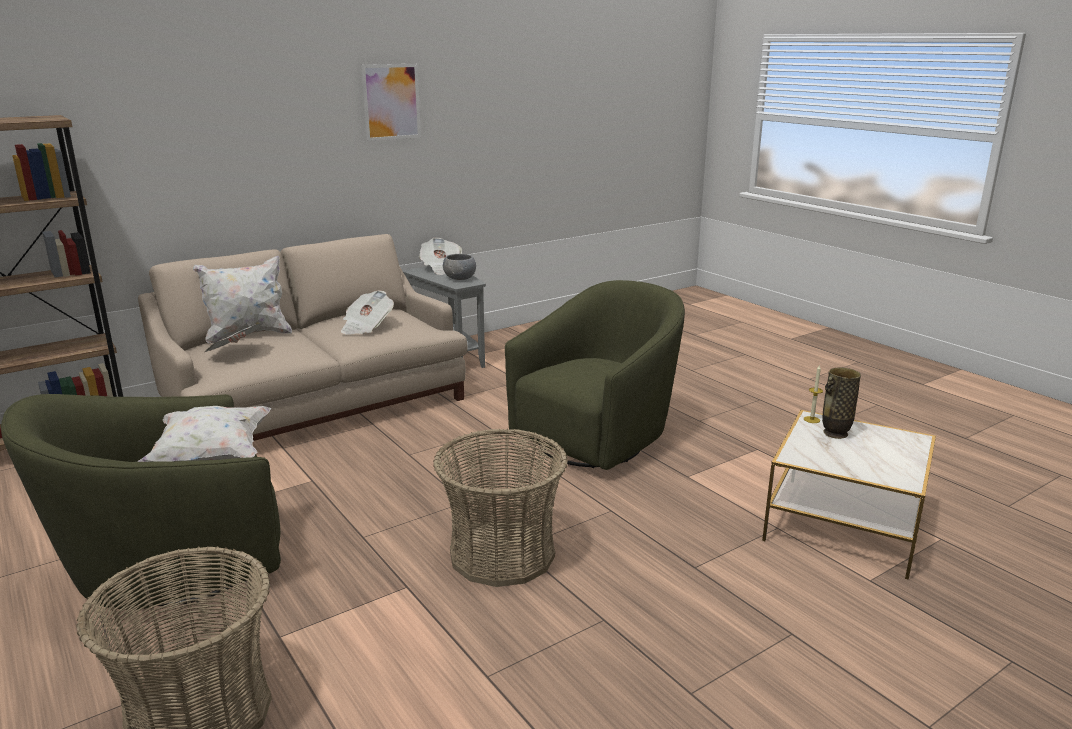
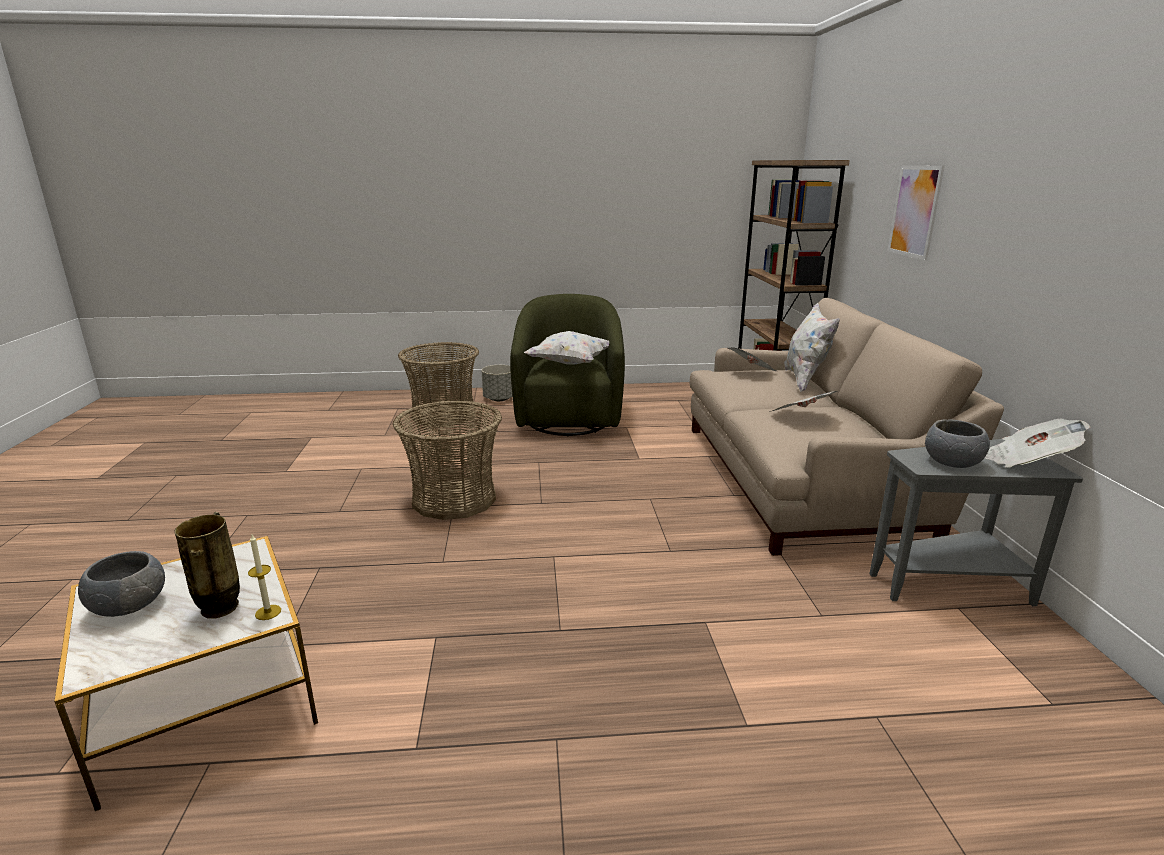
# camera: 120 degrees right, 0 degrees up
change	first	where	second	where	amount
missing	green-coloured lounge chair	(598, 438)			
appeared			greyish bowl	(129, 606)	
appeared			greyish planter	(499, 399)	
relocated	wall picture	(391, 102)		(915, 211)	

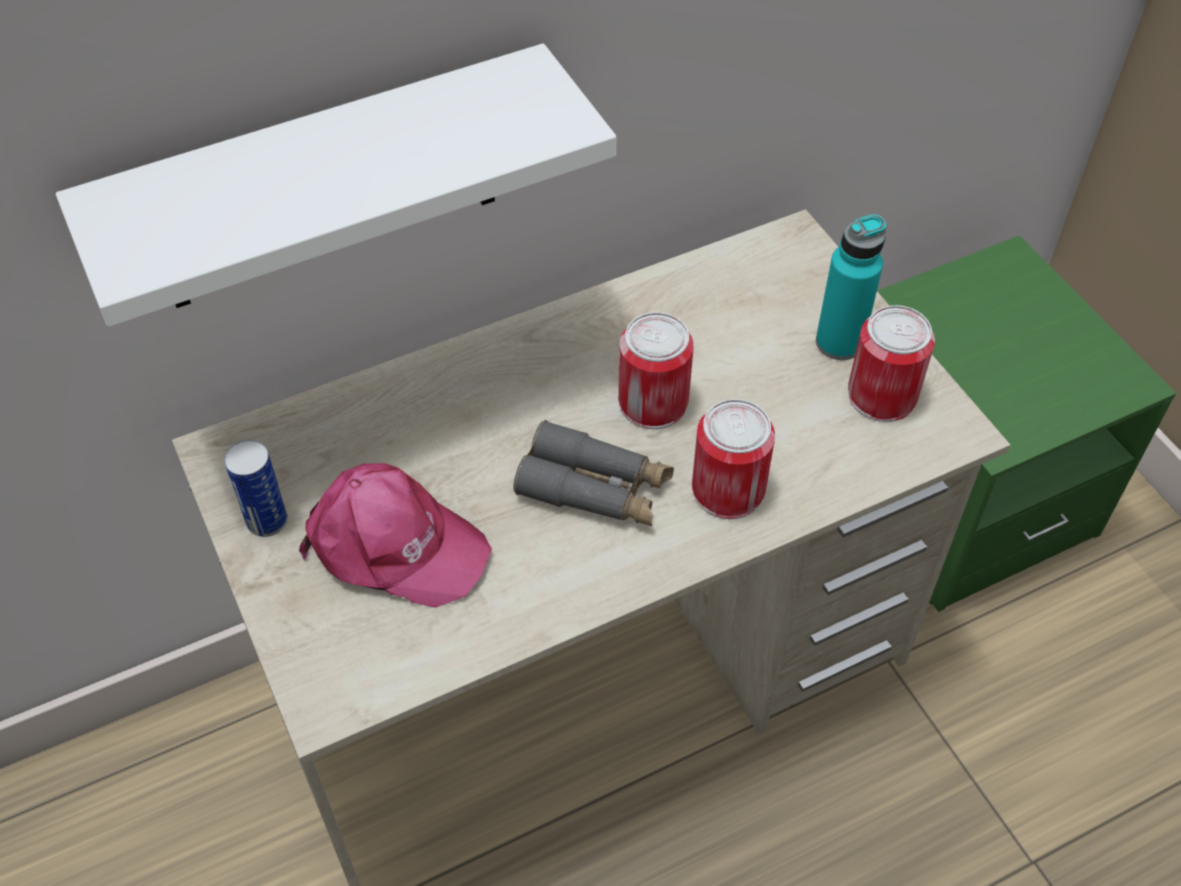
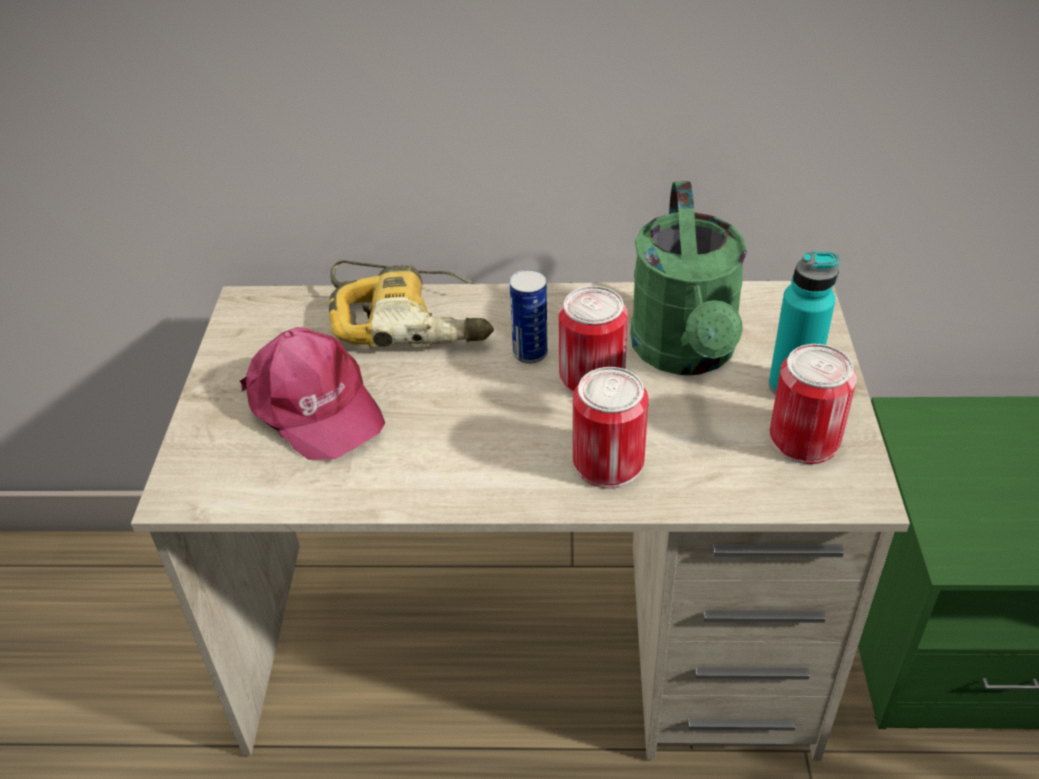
# camera: 30 degrees right, 10 degrees down
change	first	where	second	where	amount
missing	white-coloured wall shelf	(326, 184)			
missing	greyish binoculars	(595, 488)			
appeared			power drill	(410, 319)	
appeared			green-coloured sprinkling can	(686, 354)	
relocated	sealed can	(267, 521)		(530, 353)	

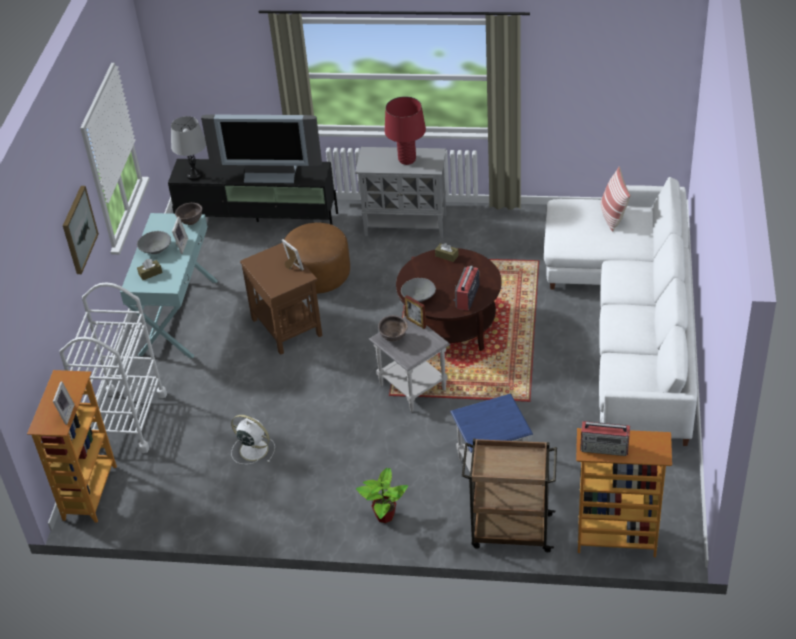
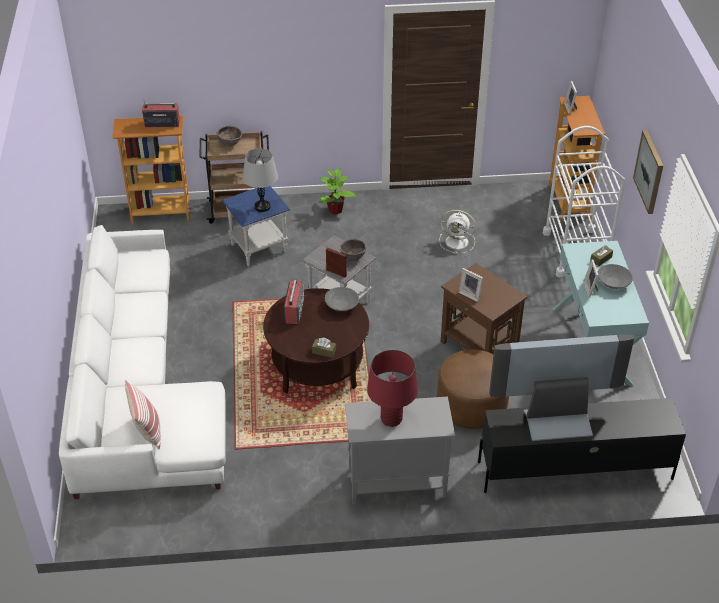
# camera: 165 degrees right, 0 degrees up
change	first	where	second	where	amount
relocated	greyish lamp for a table	(195, 175)		(262, 207)	
relocated	brown bowl	(191, 222)		(230, 144)	

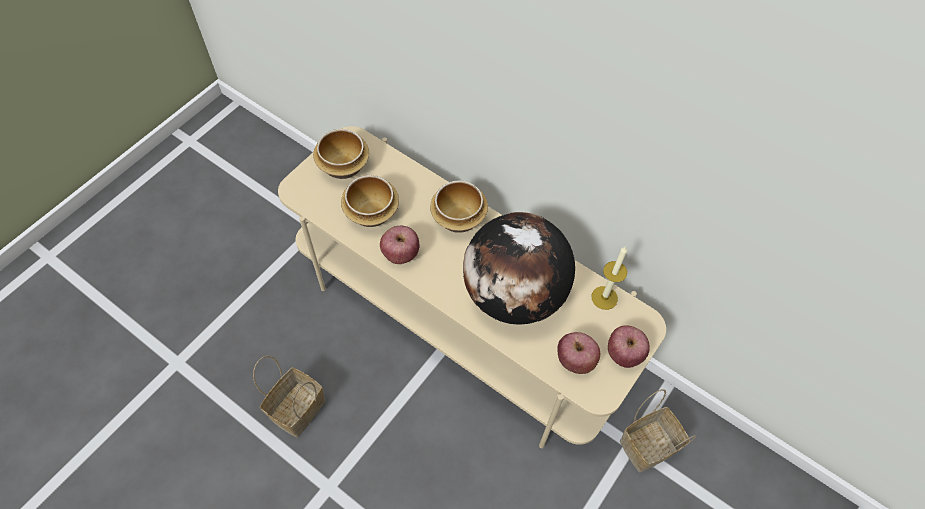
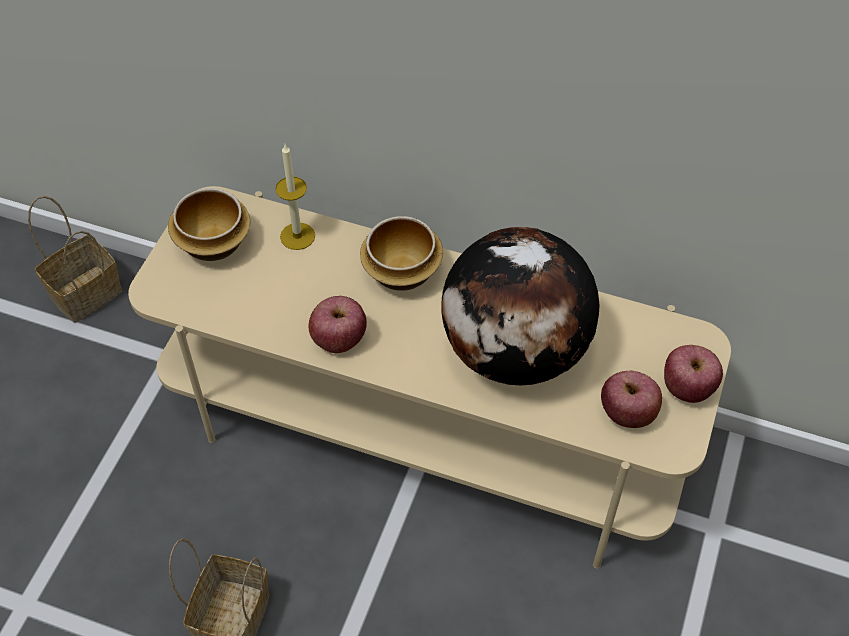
# camera: 15 degrees left, 5 degrees down
change	first	where	second	where	amount
missing	bowl	(372, 212)			
relocated	wax light	(604, 297)		(297, 236)	
relocated	basket	(649, 444)		(87, 292)	

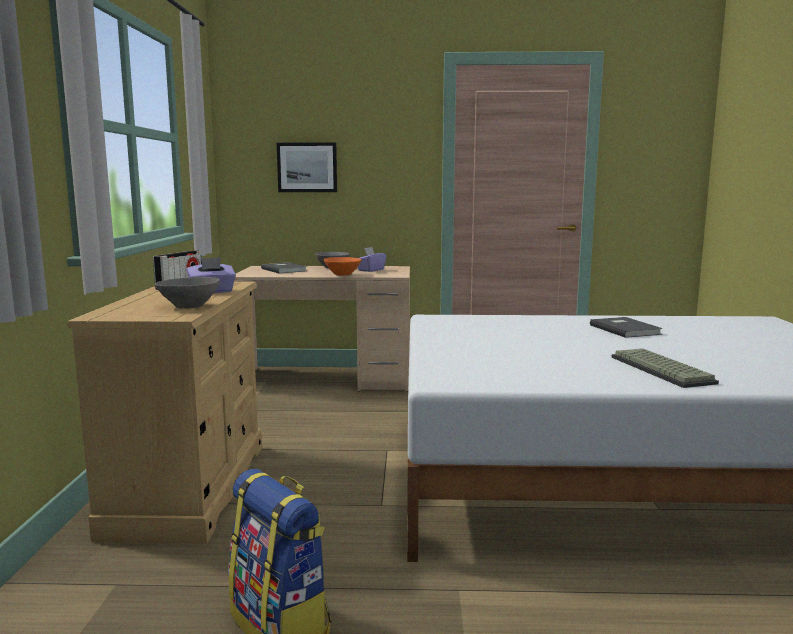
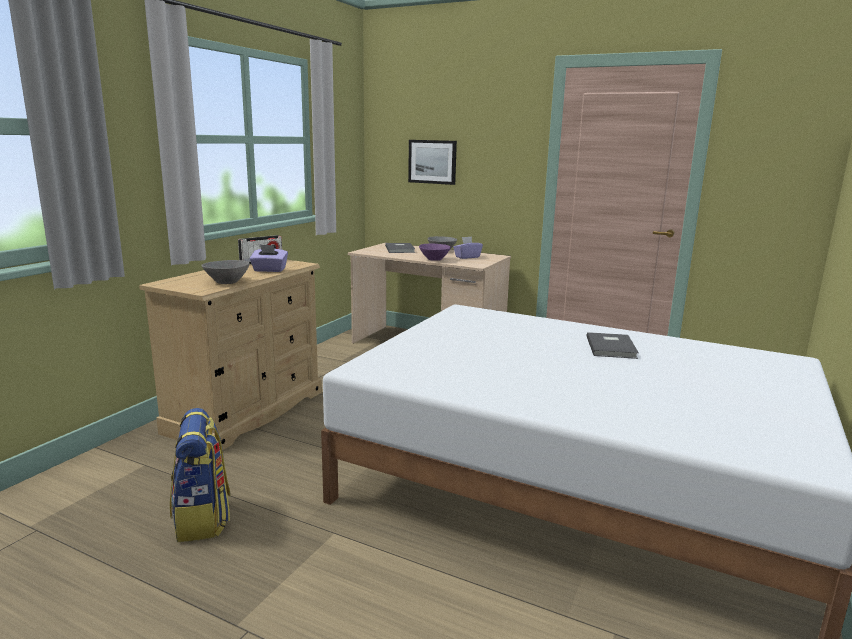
# camera: 25 degrees right, 5 degrees up
change	first	where	second	where	amount
missing	computer keyboard	(663, 370)			
colour	orange bowl	(343, 275)	purple bowl	(434, 259)	

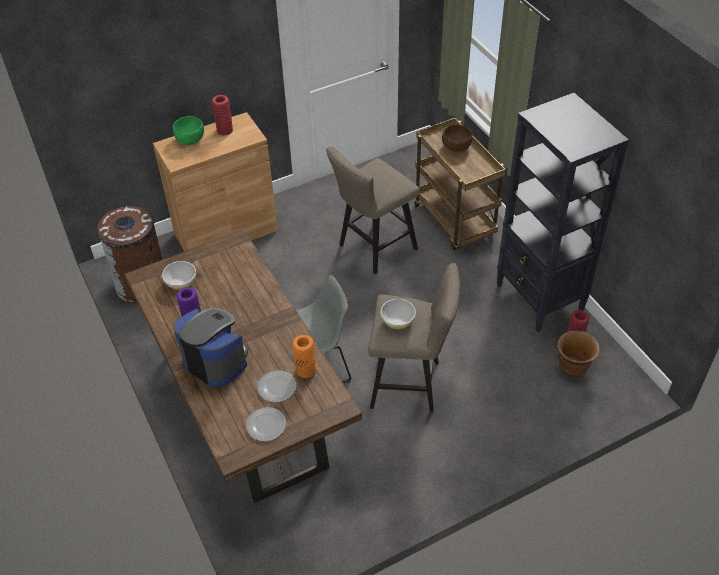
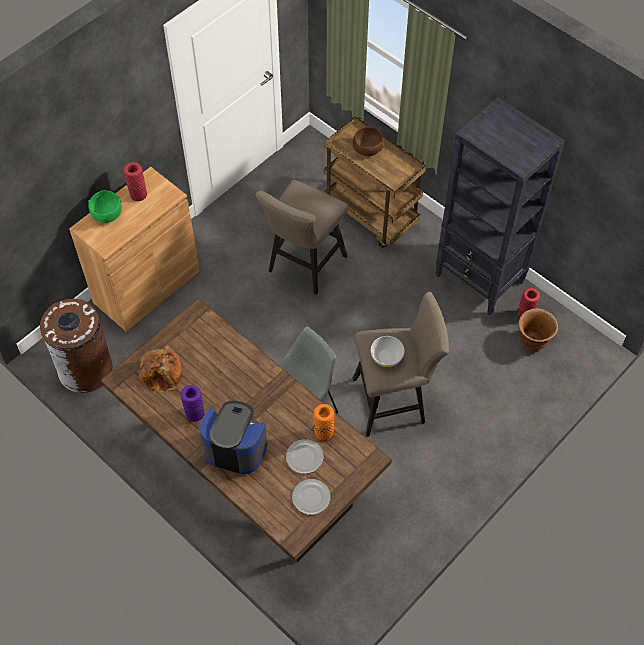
# camera: 20 degrees left, 10 degrees up
change	first	where	second	where	amount
exchanged	white-coloured bowl	(181, 282)	bakery bread	(162, 374)	

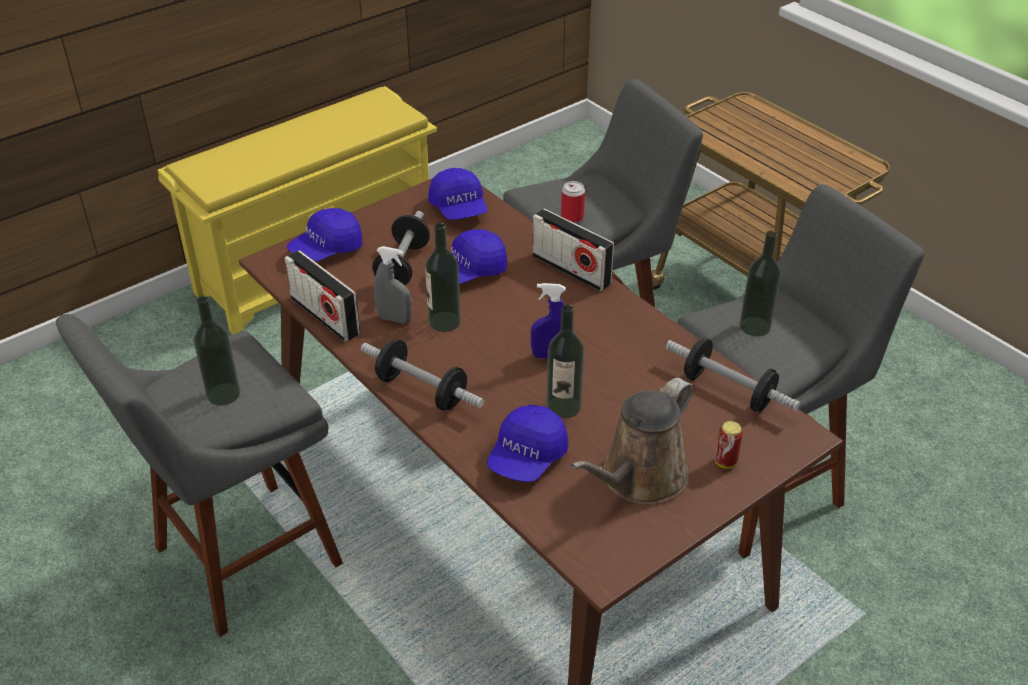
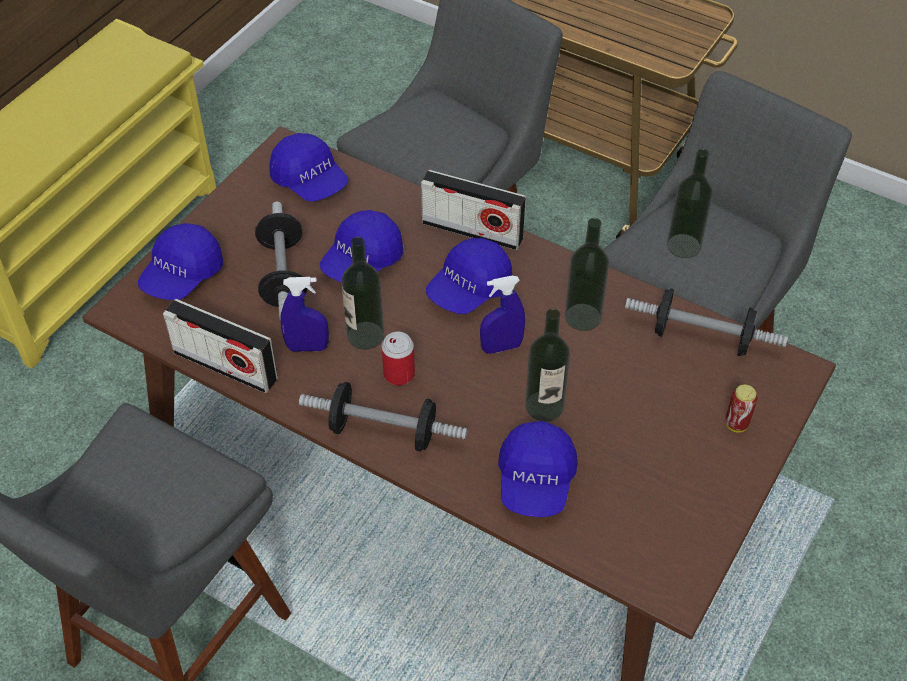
# camera: 20 degrees left, 10 degrees up
change	first	where	second	where	amount
missing	brown sprinkling can	(639, 479)			
appeared			blue peaked cap	(469, 289)	
relocated	beverage bottle	(223, 394)		(583, 317)	
relocated	sealed can	(572, 217)		(399, 374)	
colour	greyish spray bottle	(394, 319)	blue spray bottle	(307, 347)	

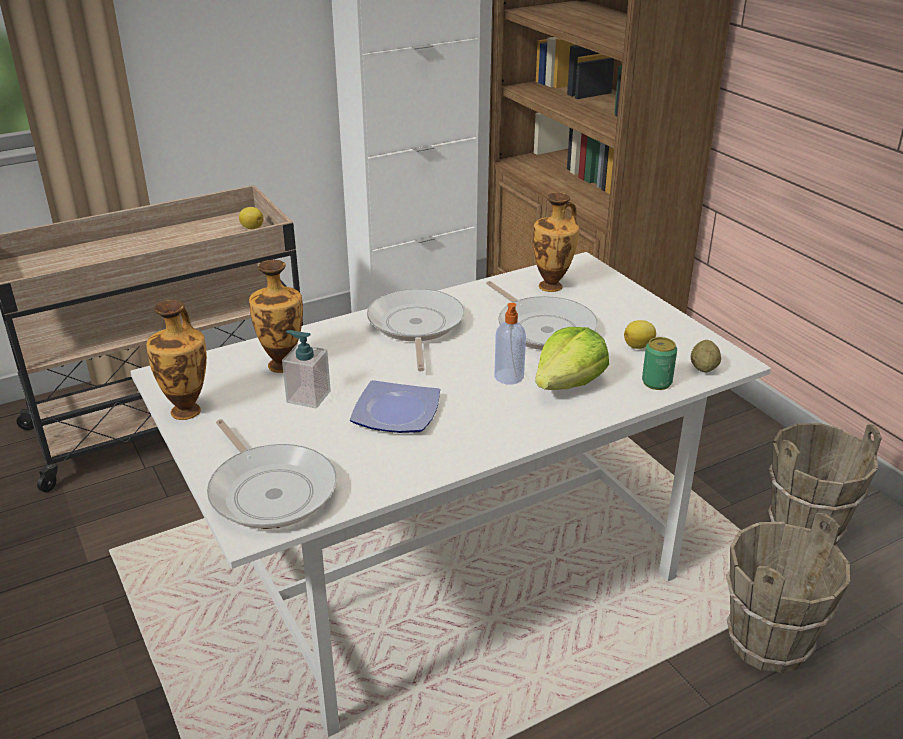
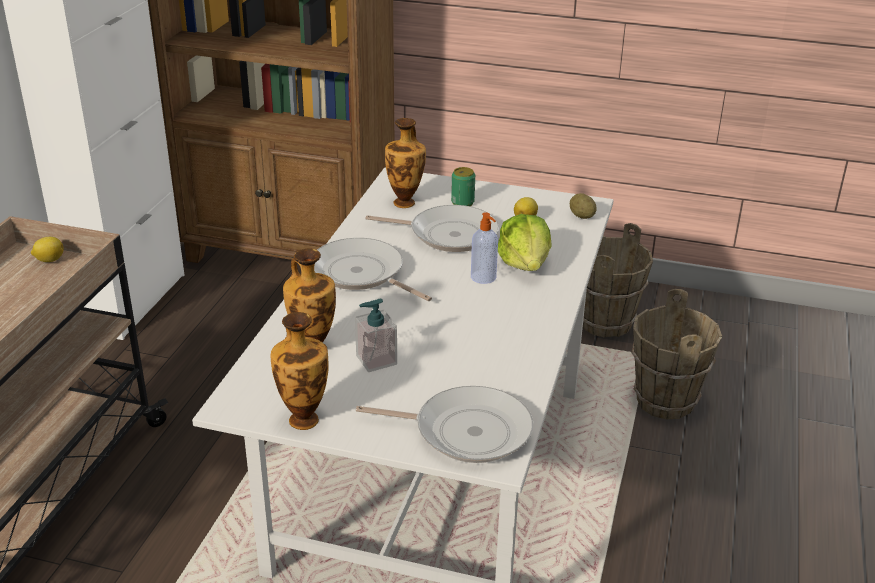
# camera: 45 degrees left, 0 degrees up
change	first	where	second	where	amount
missing	dinner plate	(394, 413)			
relocated	sealed can	(656, 382)		(462, 202)	

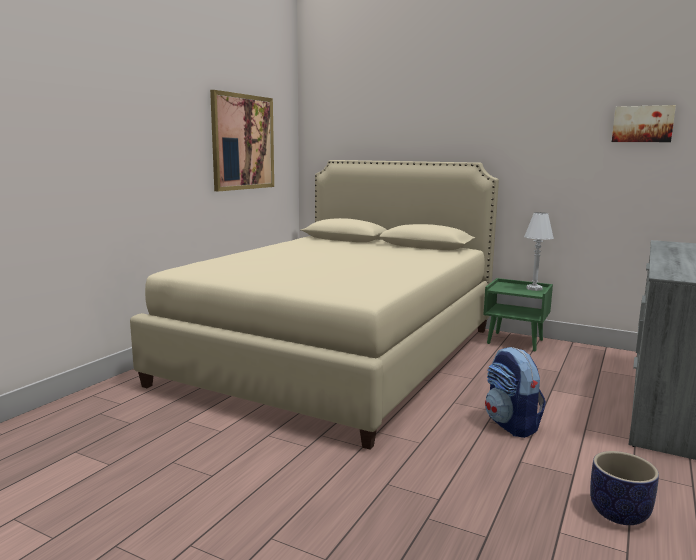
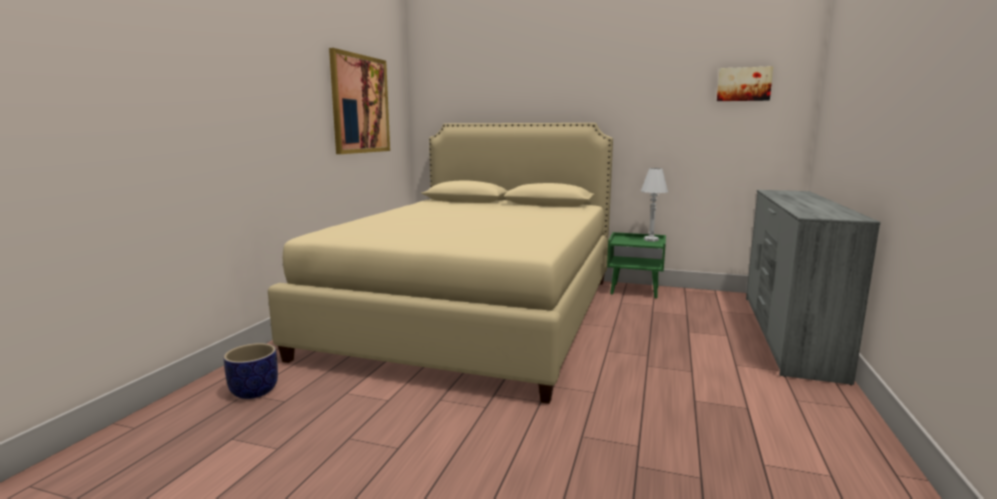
# camera: 10 degrees left, 0 degrees up
change	first	where	second	where	amount
missing	rucksack	(511, 425)			
relocated	planter	(620, 513)		(255, 391)	

